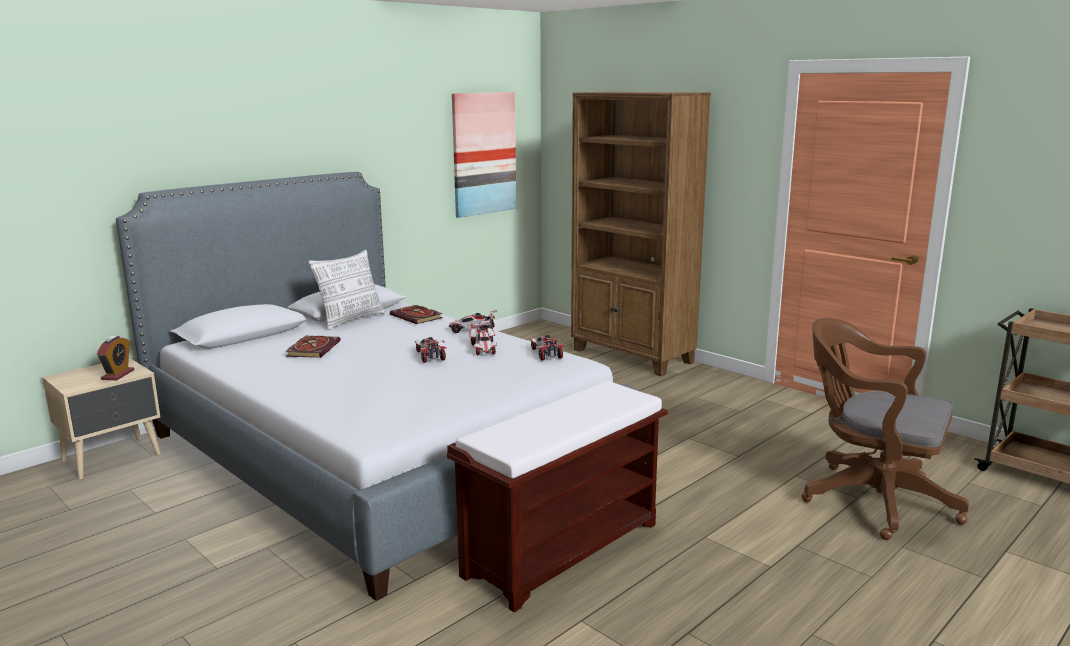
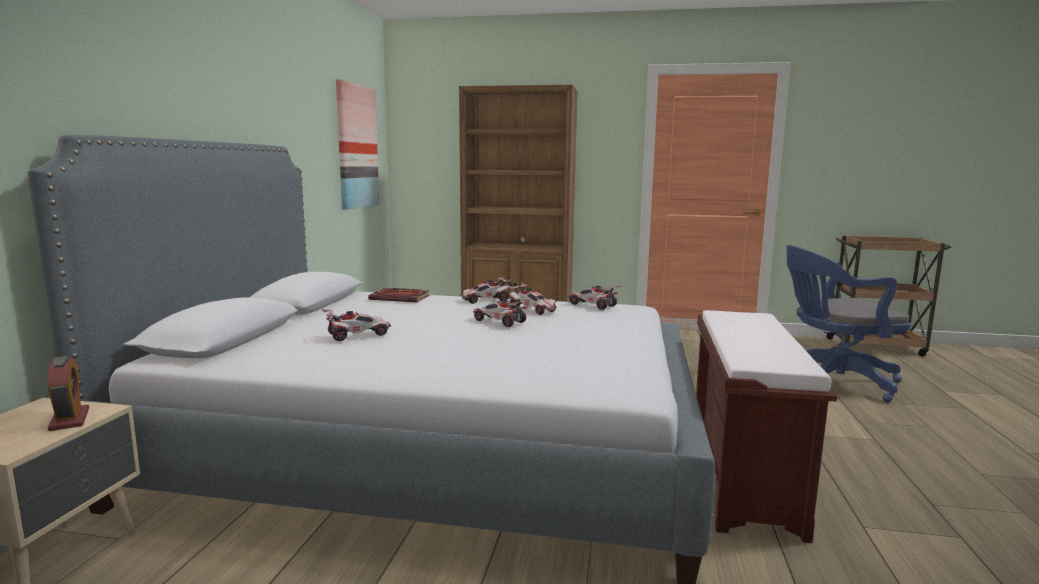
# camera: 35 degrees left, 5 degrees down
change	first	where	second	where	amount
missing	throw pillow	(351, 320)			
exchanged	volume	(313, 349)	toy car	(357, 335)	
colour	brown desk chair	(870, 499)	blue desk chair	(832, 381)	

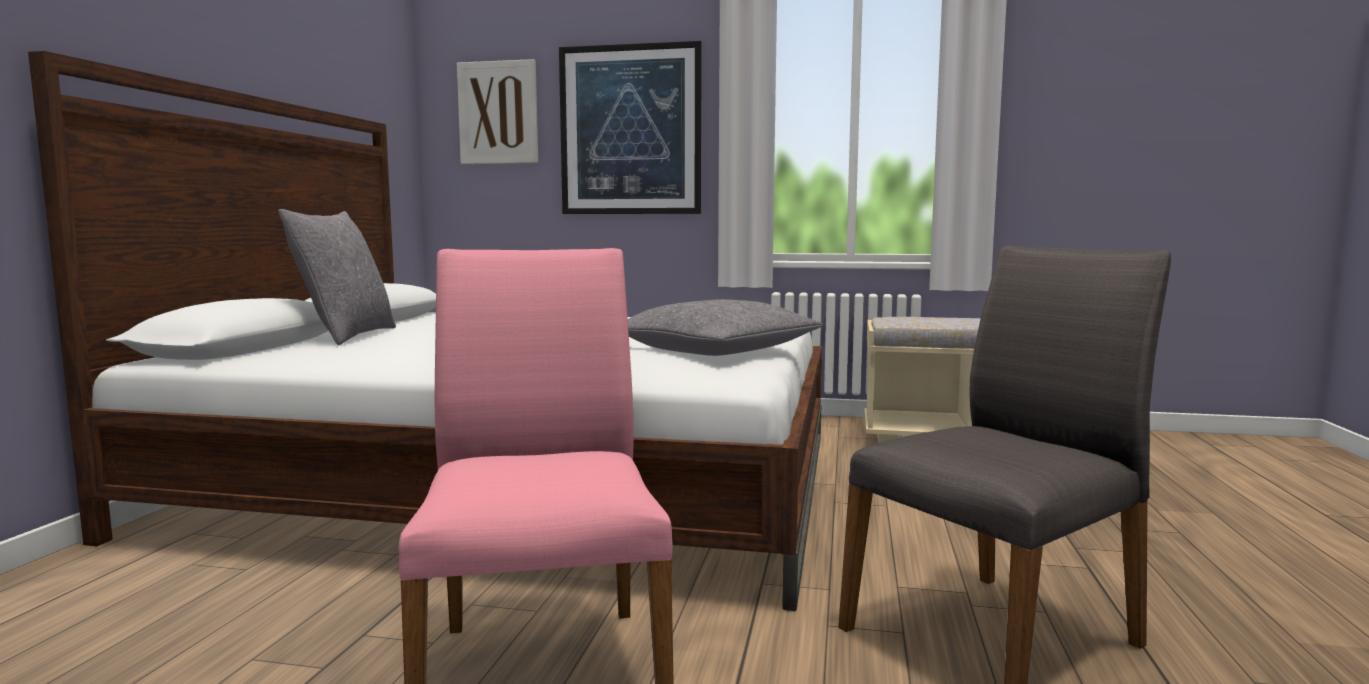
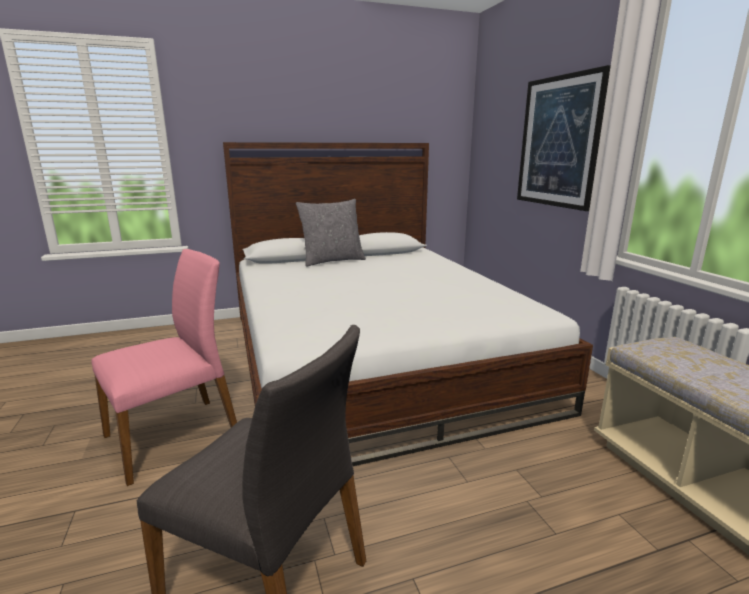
# camera: 60 degrees right, 10 degrees up
change	first	where	second	where	amount
missing	wall picture	(498, 113)			
missing	greyish throw pillow	(715, 350)			

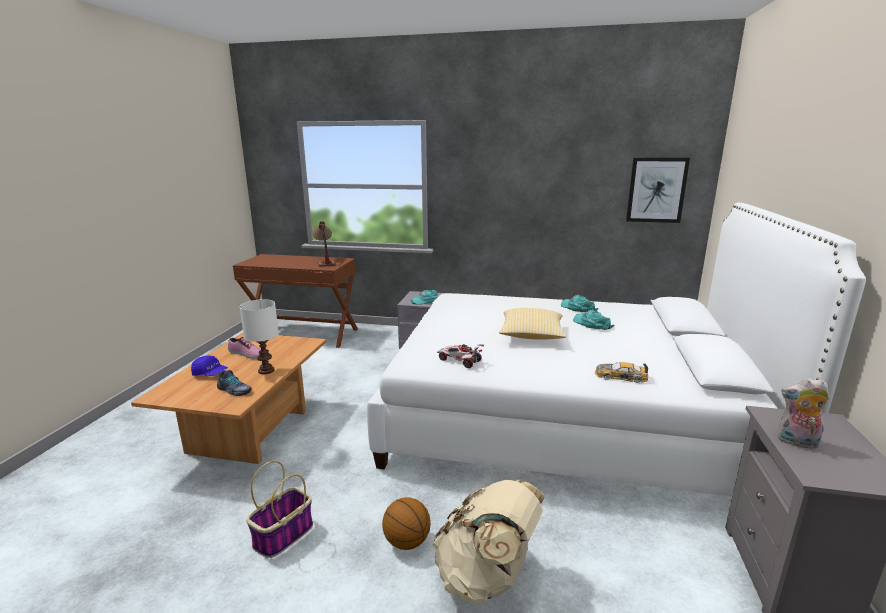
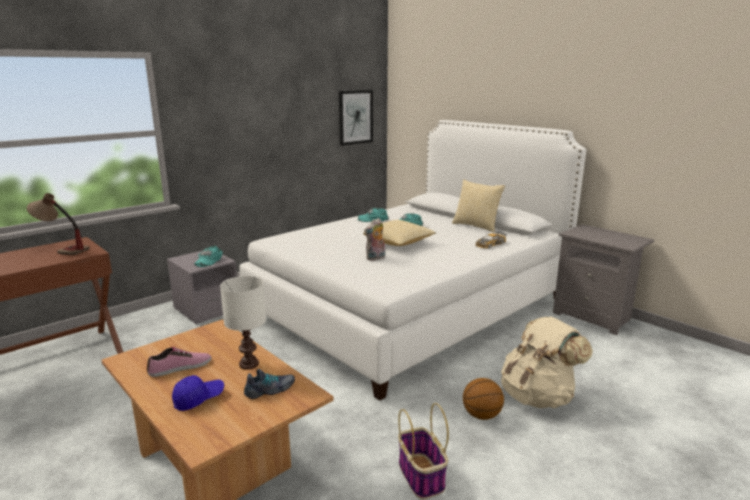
# camera: 55 degrees left, 0 degrees up
change	first	where	second	where	amount
missing	toy car	(459, 361)			
appeared			throw pillow	(476, 226)	
relocated	soft toy	(796, 442)		(375, 258)	

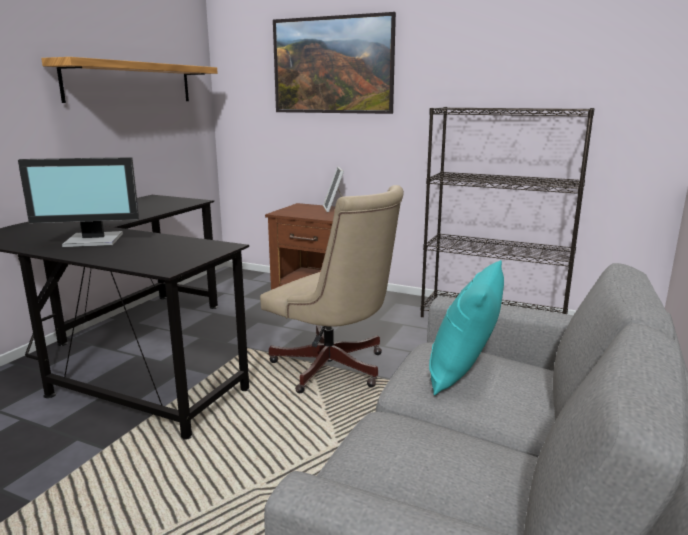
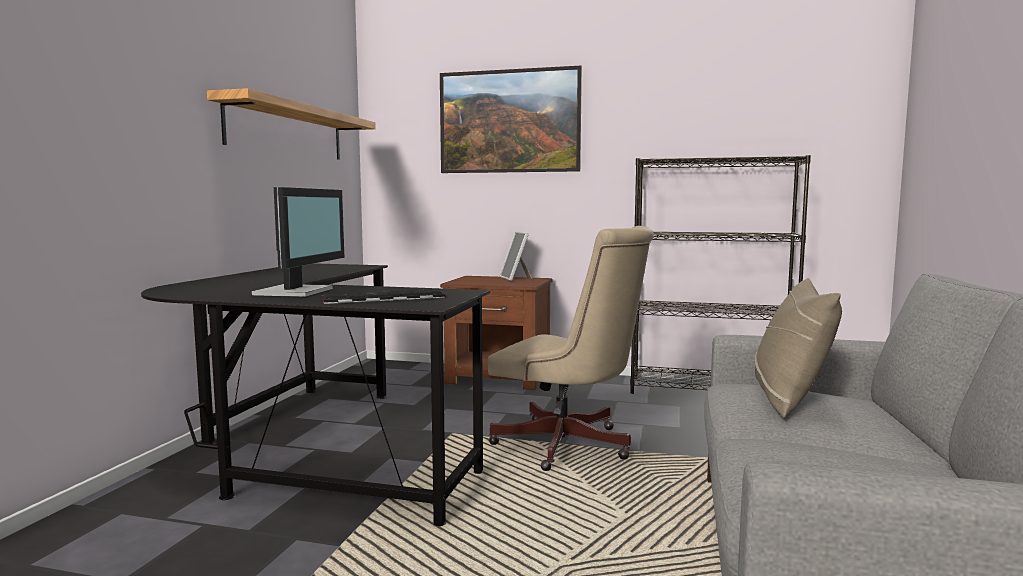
# camera: 10 degrees left, 10 degrees down
change	first	where	second	where	amount
appeared			computer keyboard	(382, 298)	
colour	turquoise throw pillow	(462, 371)	sand-coloured throw pillow	(789, 399)	
spun	computer screen	(94, 241)		(297, 292)	60 degrees counterclockwise

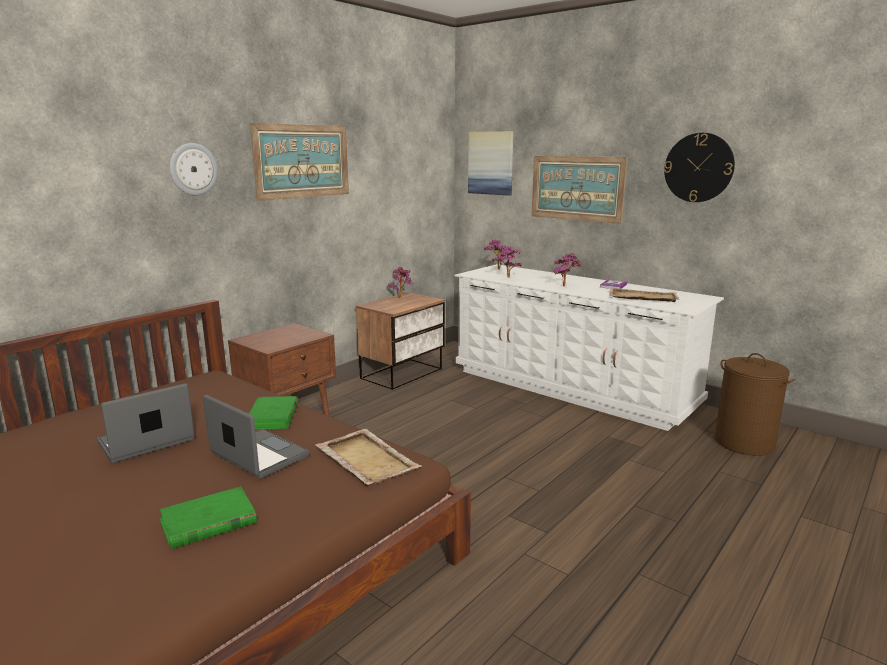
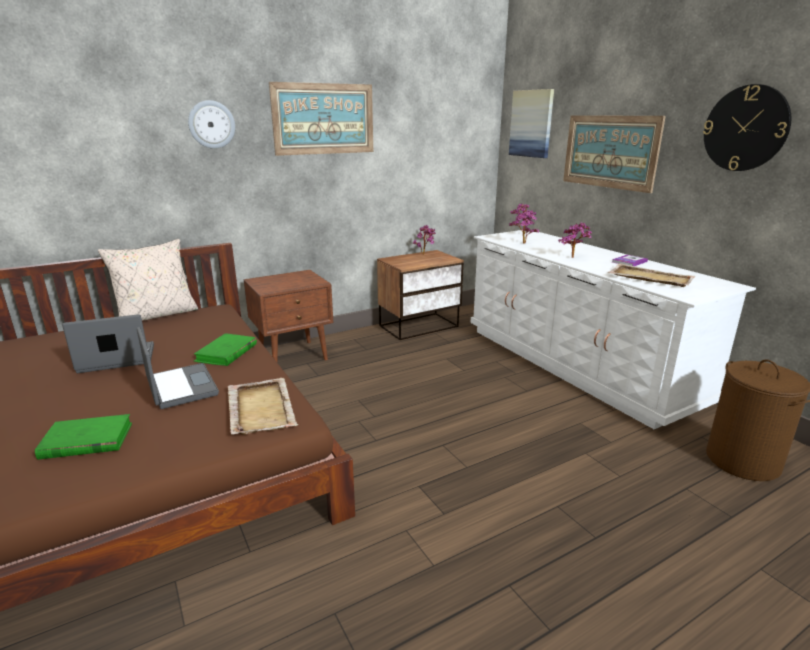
# camera: 20 degrees right, 5 degrees up
change	first	where	second	where	amount
appeared			sand-coloured throw pillow	(157, 315)	

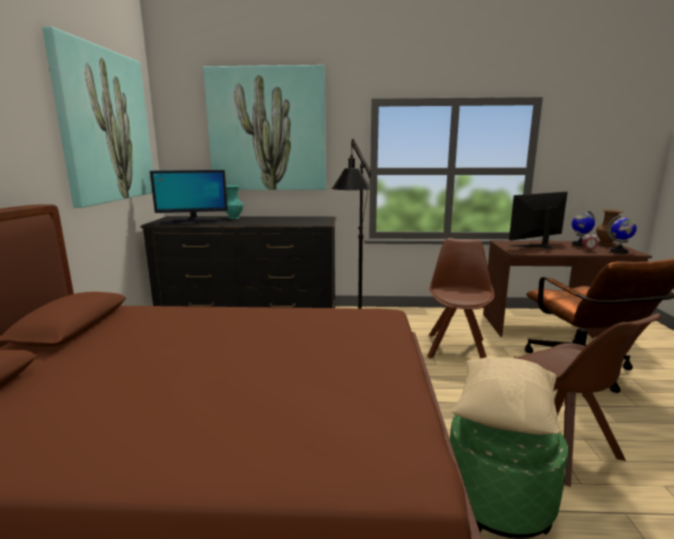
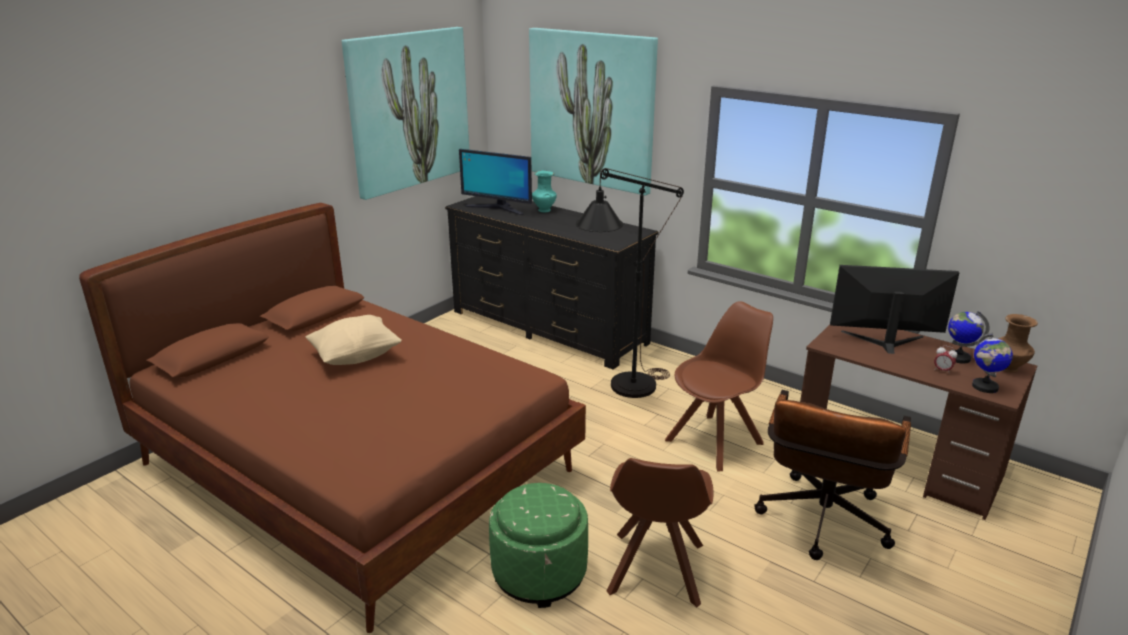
# camera: 35 degrees right, 10 degrees up
change	first	where	second	where	amount
relocated	sand-coloured throw pillow	(504, 415)		(356, 357)	

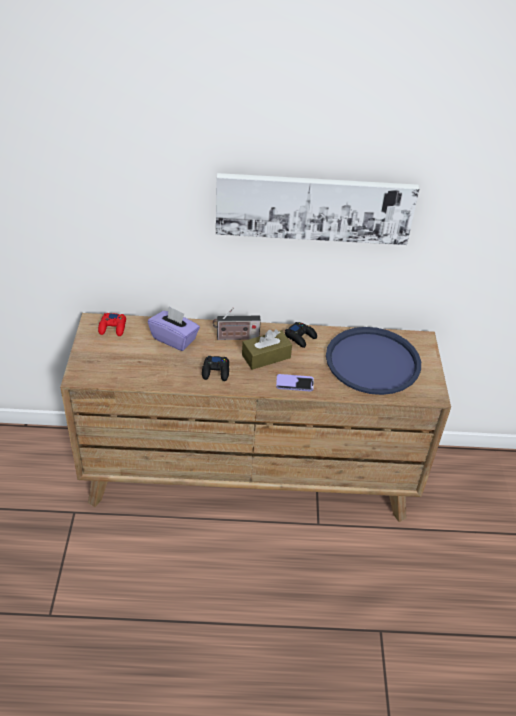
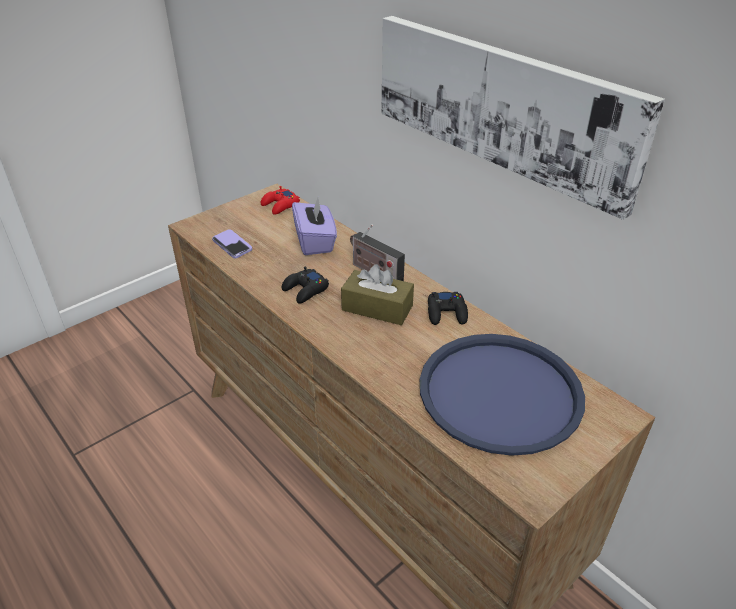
# camera: 50 degrees right, 5 degrees down
change	first	where	second	where	amount
relocated	phone	(294, 383)		(232, 245)	

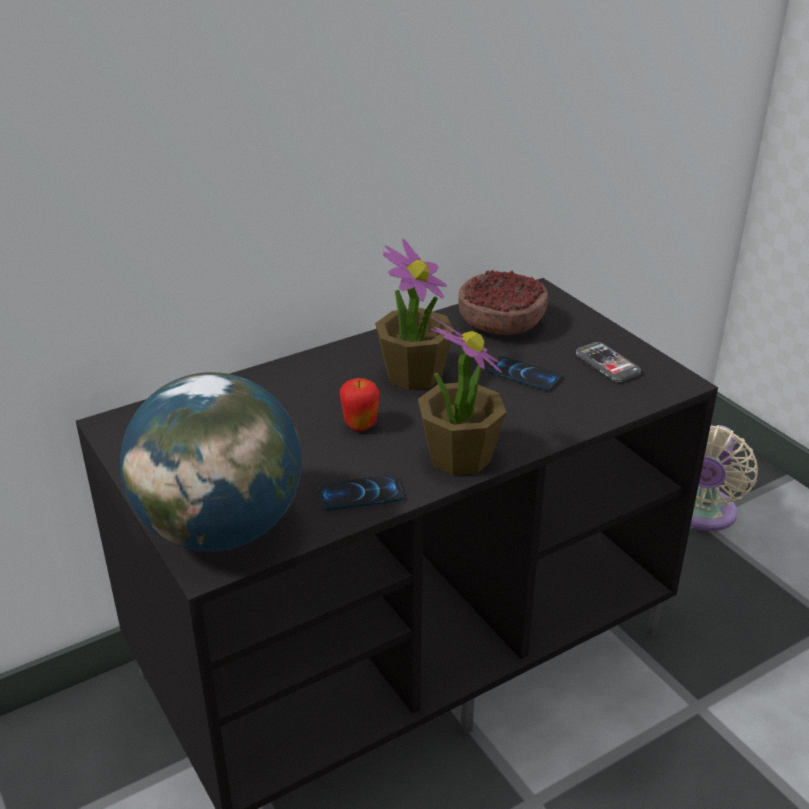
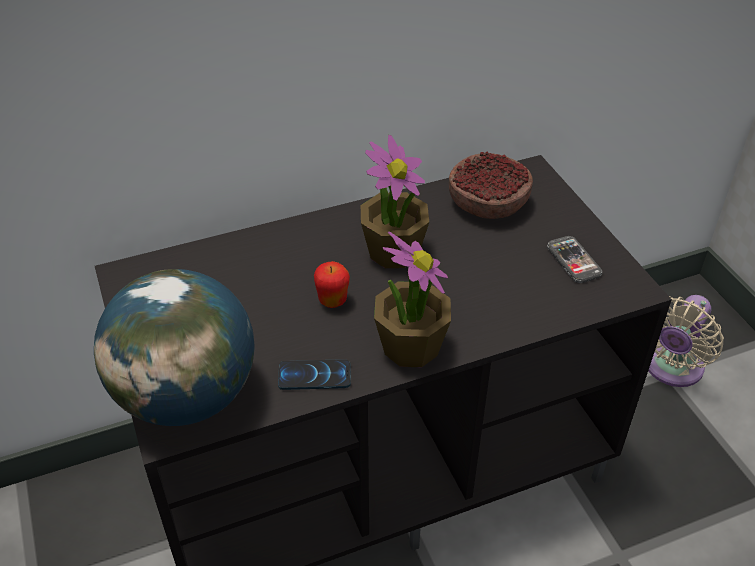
# camera: 10 degrees right, 10 degrees up
change	first	where	second	where	amount
missing	phone	(524, 375)			

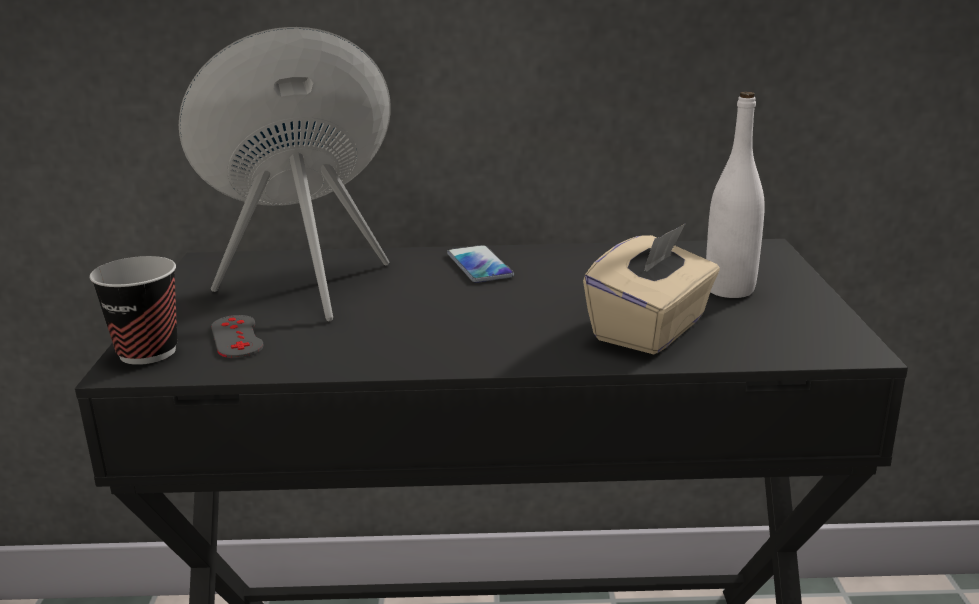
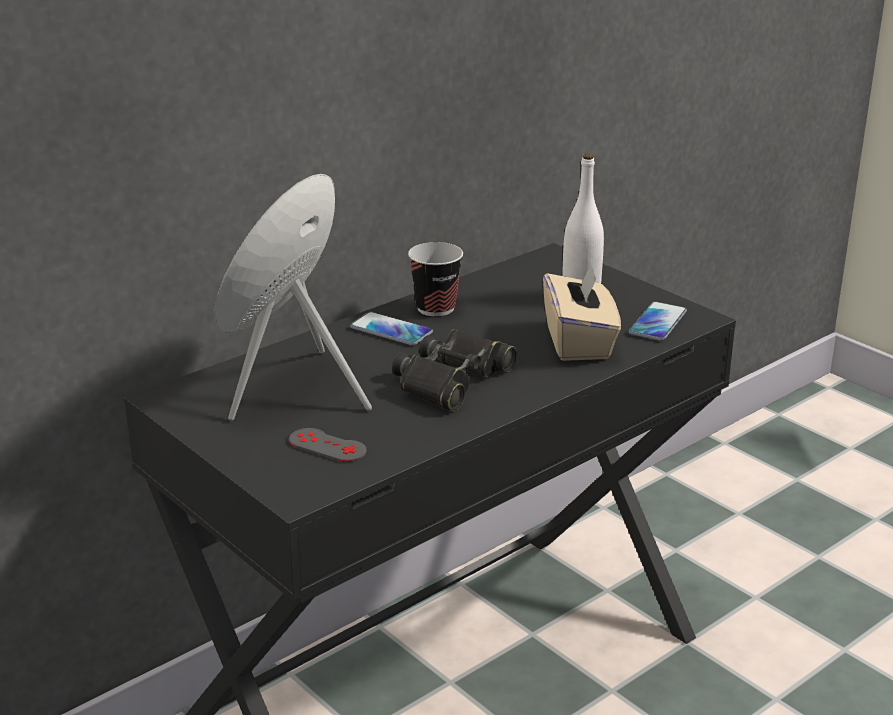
# camera: 40 degrees left, 5 degrees up
change	first	where	second	where	amount
appeared			blackish binoculars	(452, 380)	
appeared			phone	(657, 322)	
relocated	cup	(147, 352)		(435, 308)	

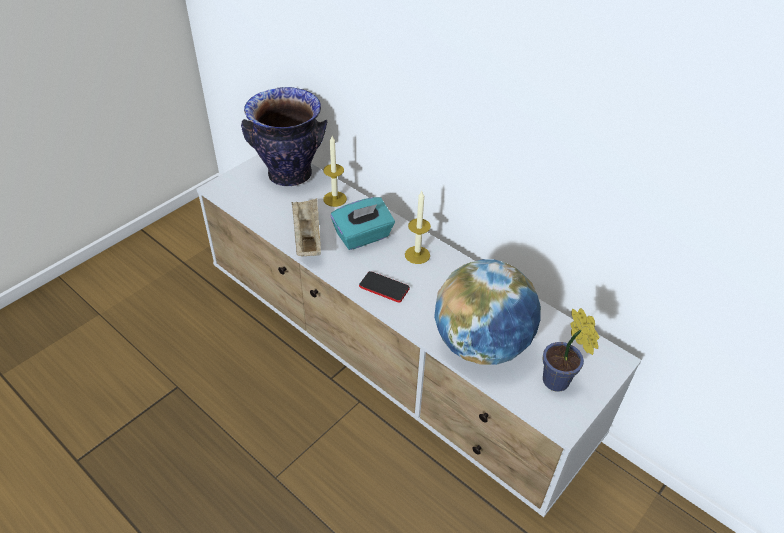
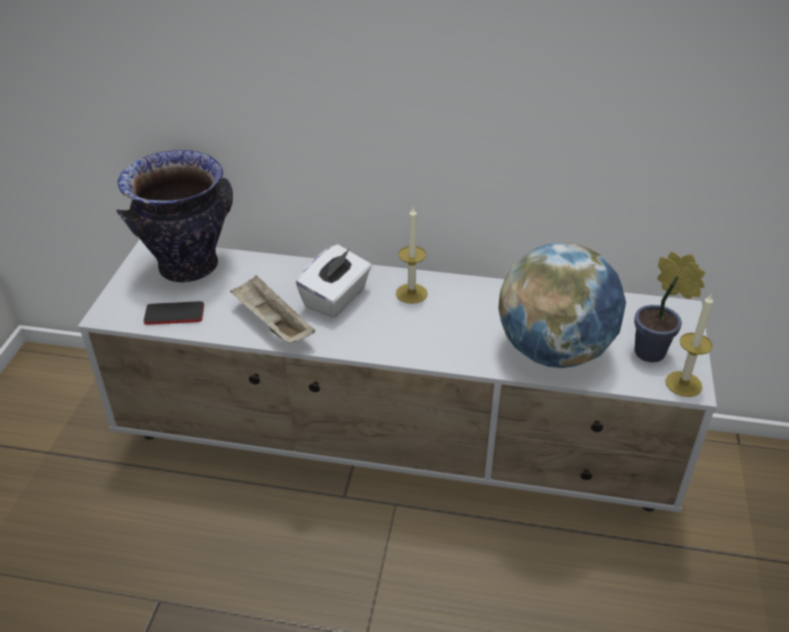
# camera: 30 degrees left, 5 degrees down
change	first	where	second	where	amount
relocated	wax light	(335, 199)		(683, 384)	
relocated	phone	(384, 287)		(174, 314)	
colour	turquoise box of tissues	(363, 236)	white-coloured box of tissues	(336, 298)	

